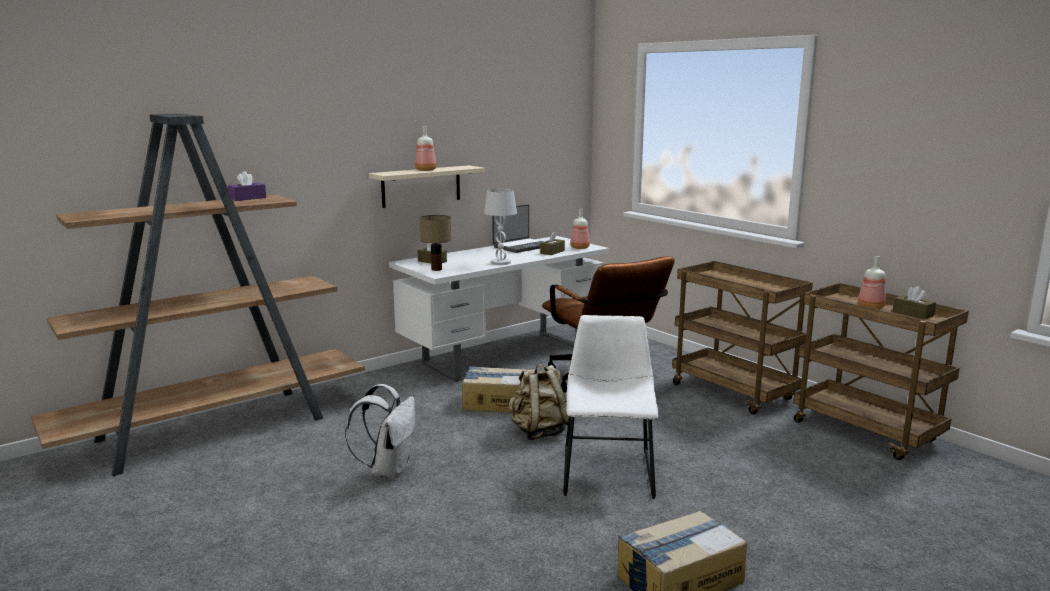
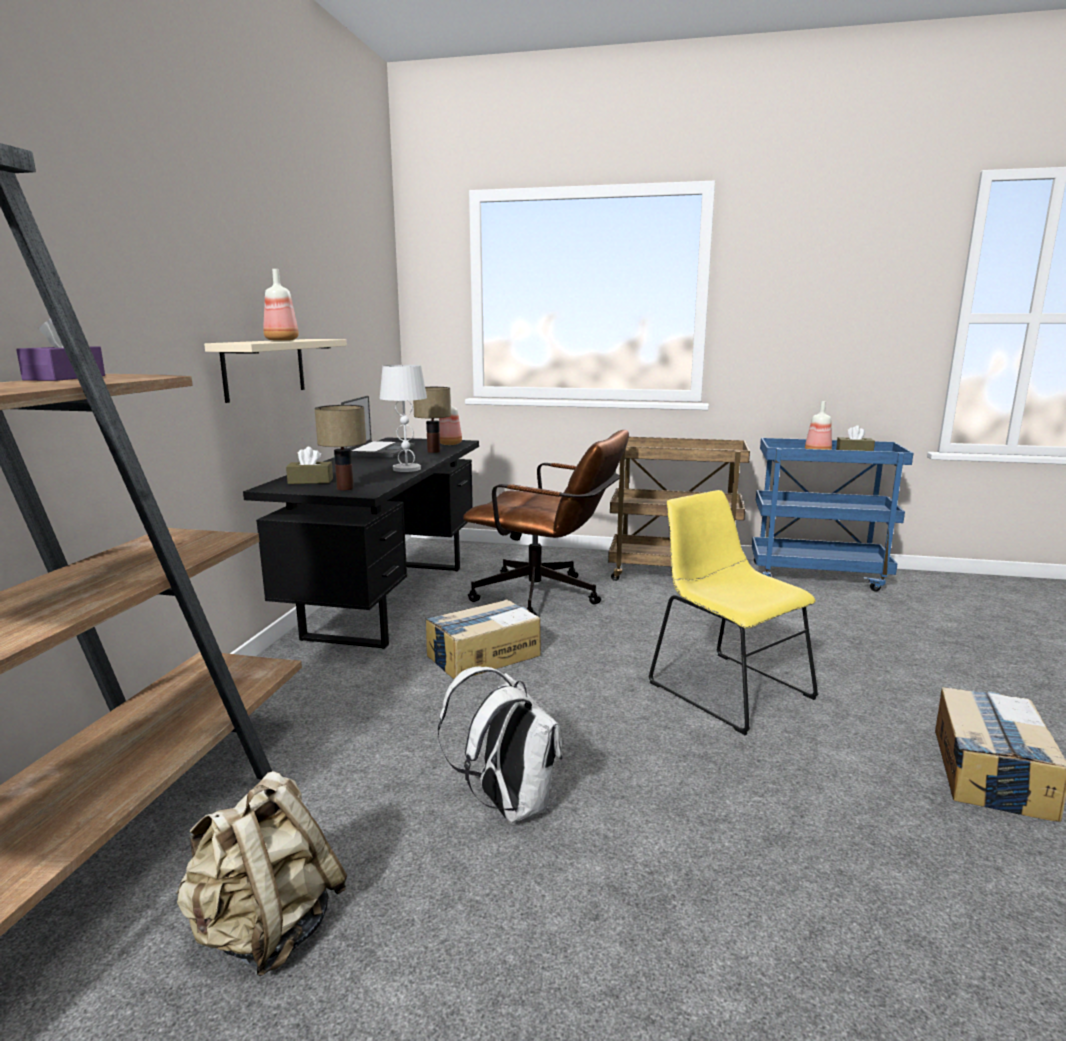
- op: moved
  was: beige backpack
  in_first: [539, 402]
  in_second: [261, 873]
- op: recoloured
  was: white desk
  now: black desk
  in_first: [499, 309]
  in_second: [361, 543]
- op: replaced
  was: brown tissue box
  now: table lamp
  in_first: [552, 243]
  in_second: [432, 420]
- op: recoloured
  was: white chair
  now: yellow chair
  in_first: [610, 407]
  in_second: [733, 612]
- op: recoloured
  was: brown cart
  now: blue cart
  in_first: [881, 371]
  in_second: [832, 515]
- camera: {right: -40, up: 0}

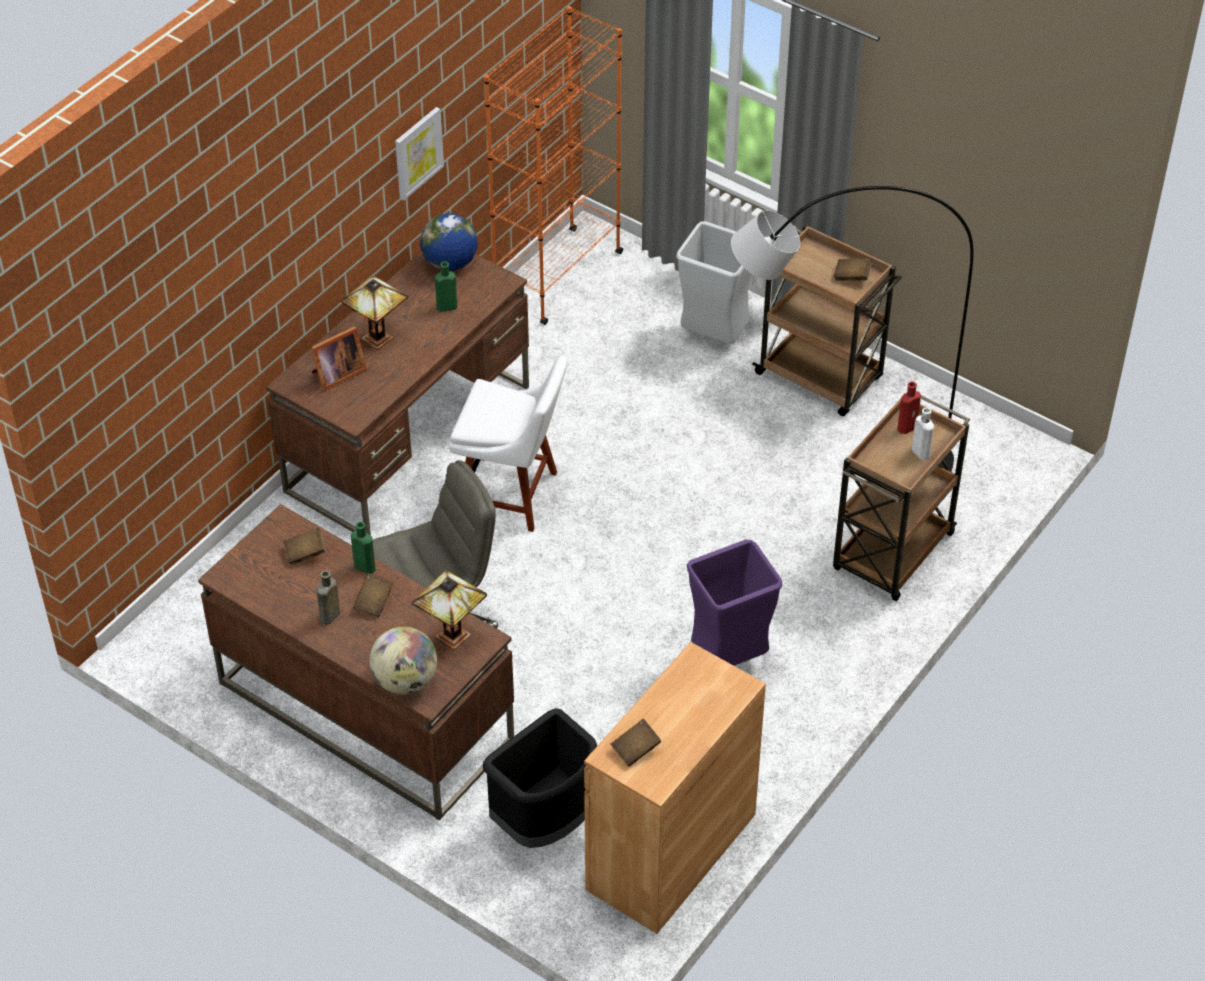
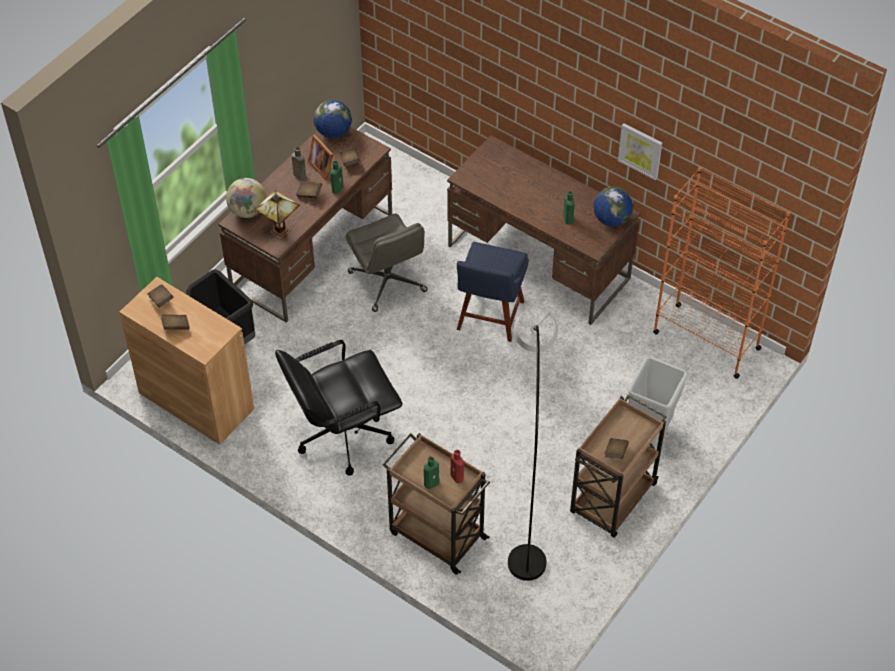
- op: added
  now: brown book
  in_second: [175, 322]
- op: replaced
  was: purple trash can
  now: black office chair
  in_first: [734, 602]
  in_second: [339, 408]
- op: moved
  was: picture frame
  in_first: [339, 358]
  in_second: [320, 157]
- op: added
  now: globe
  in_second: [333, 119]
- op: recoloured
  was: white bottle
  now: green bottle
  in_first: [923, 434]
  in_second: [431, 473]
- op: recoloured
  was: white chair
  now: blue chair
  in_first: [508, 443]
  in_second: [493, 292]
- op: removed
  was: table lamp
  in_first: [374, 313]
- camera: {right: 90, up: 5}

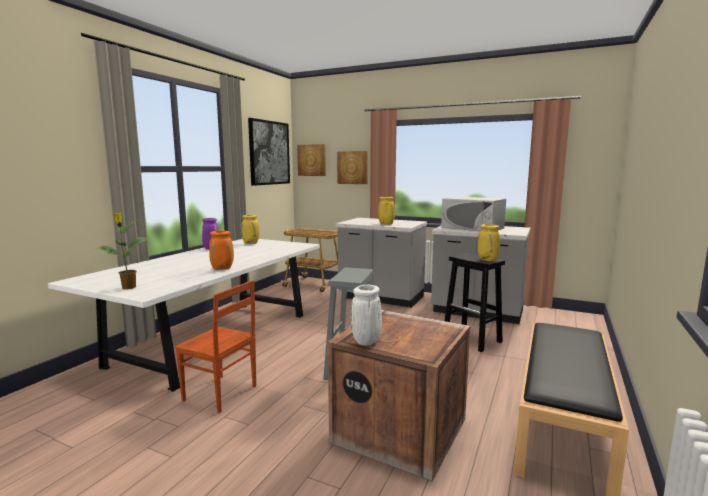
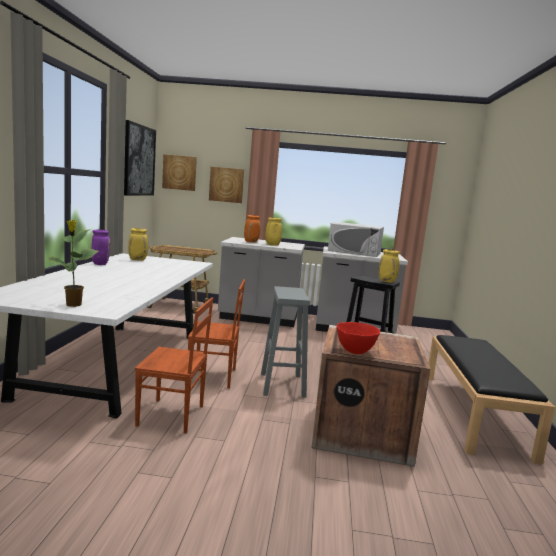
- op: added
  now: brown chair
  in_second: [216, 333]
- op: moved
  was: orange vase
  in_first: [221, 250]
  in_second: [252, 228]
- op: replaced
  was: white vase
  now: red bowl
  in_first: [366, 315]
  in_second: [358, 338]
- camera: {right: -20, up: 0}

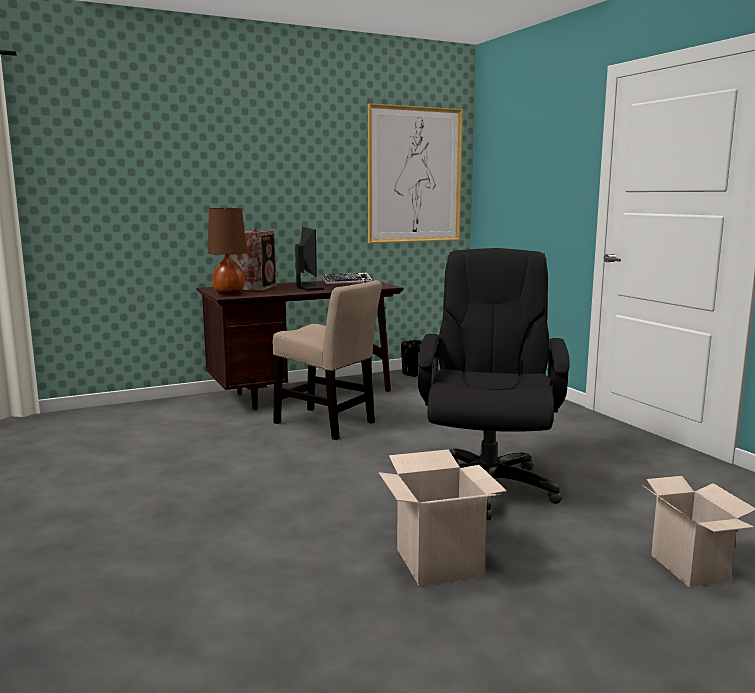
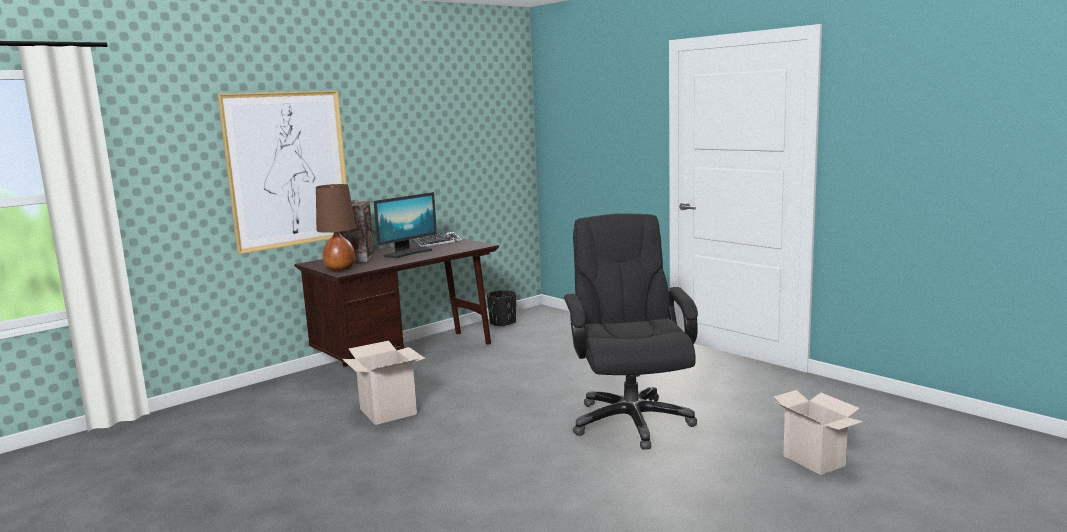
- op: moved
  was: picture
  in_first: [415, 173]
  in_second: [282, 172]
- op: moved
  was: cardboard box
  in_first: [443, 518]
  in_second: [384, 383]
- op: turned
  was: monitor
  in_first: [309, 258]
  in_second: [405, 225]
  clockwise: 75
- op: removed
  was: beige chair
  in_first: [327, 360]
- camera: {right: -15, up: 0}

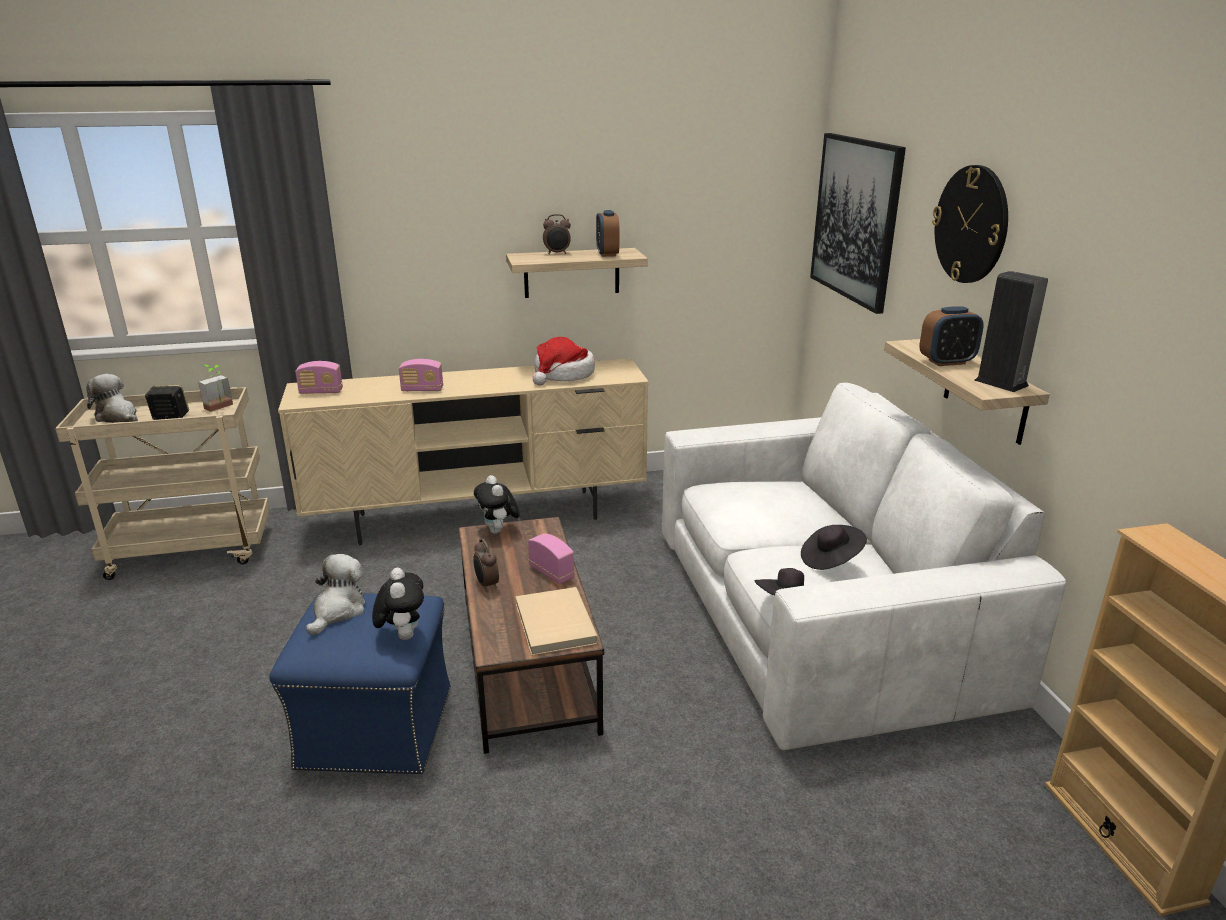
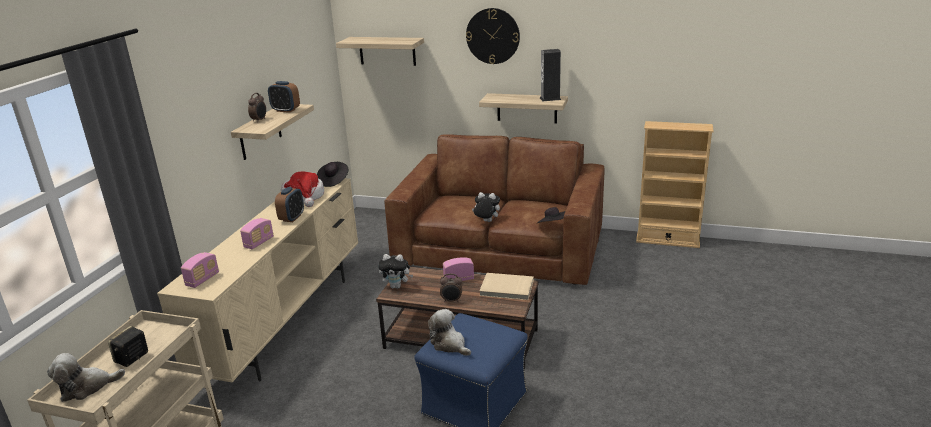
- op: moved
  was: alarm clock
  in_first: [951, 336]
  in_second: [289, 204]
- op: moved
  was: black hat
  in_first: [834, 547]
  in_second: [332, 174]
- op: replaced
  was: picture
  now: shelf
  in_first: [858, 223]
  in_second: [380, 51]
- op: recoloured
  was: white sofa
  now: brown sofa
  in_first: [864, 566]
  in_second: [494, 209]
- op: moved
  was: plush toy
  in_first: [398, 604]
  in_second: [486, 207]
- op: removed
  was: potted plant
  in_first: [215, 388]
- camera: {right: -60, up: 0}

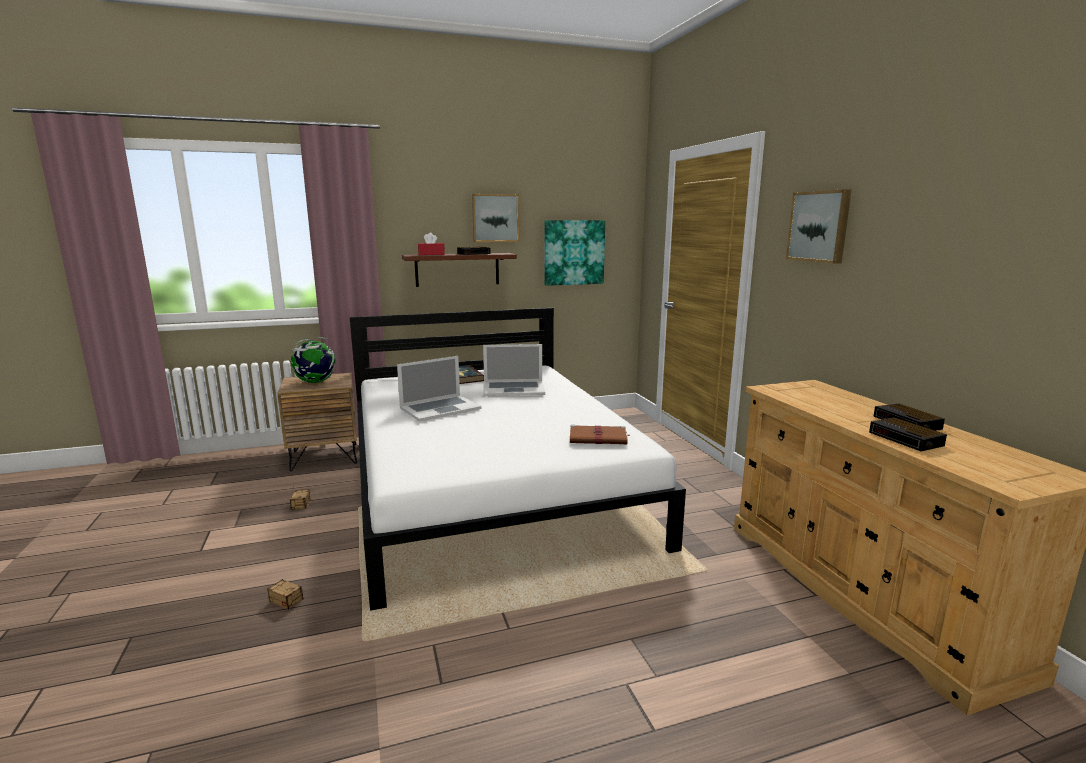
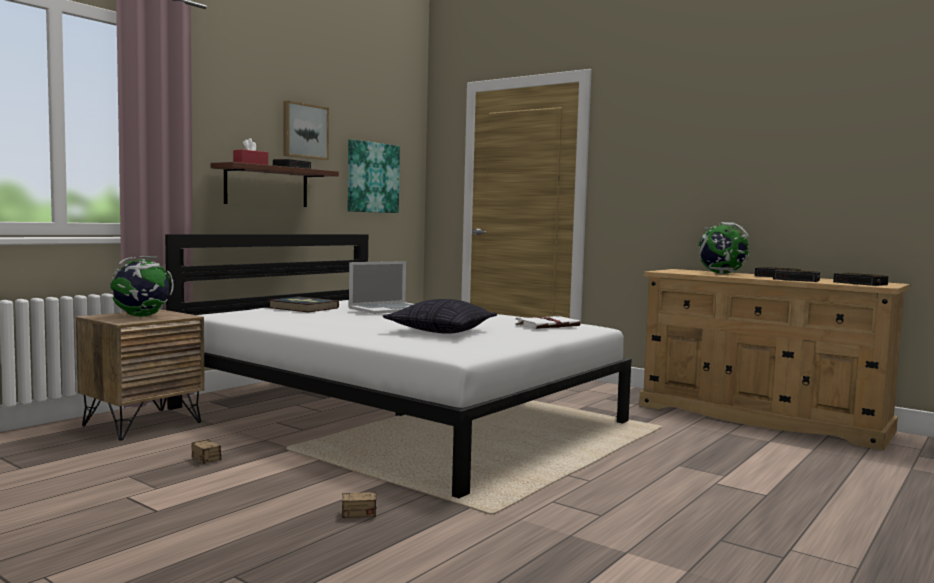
- op: added
  now: pillow
  in_second: [440, 316]
- op: recoloured
  was: brown book
  now: white book
  in_first: [600, 434]
  in_second: [548, 322]
- op: added
  now: globe
  in_second: [723, 248]
- op: added
  now: alarm clock
  in_second: [860, 279]
- op: removed
  was: laptop
  in_first: [439, 388]
- op: removed
  was: picture
  in_first: [819, 226]
- camera: {right: -35, up: -10}

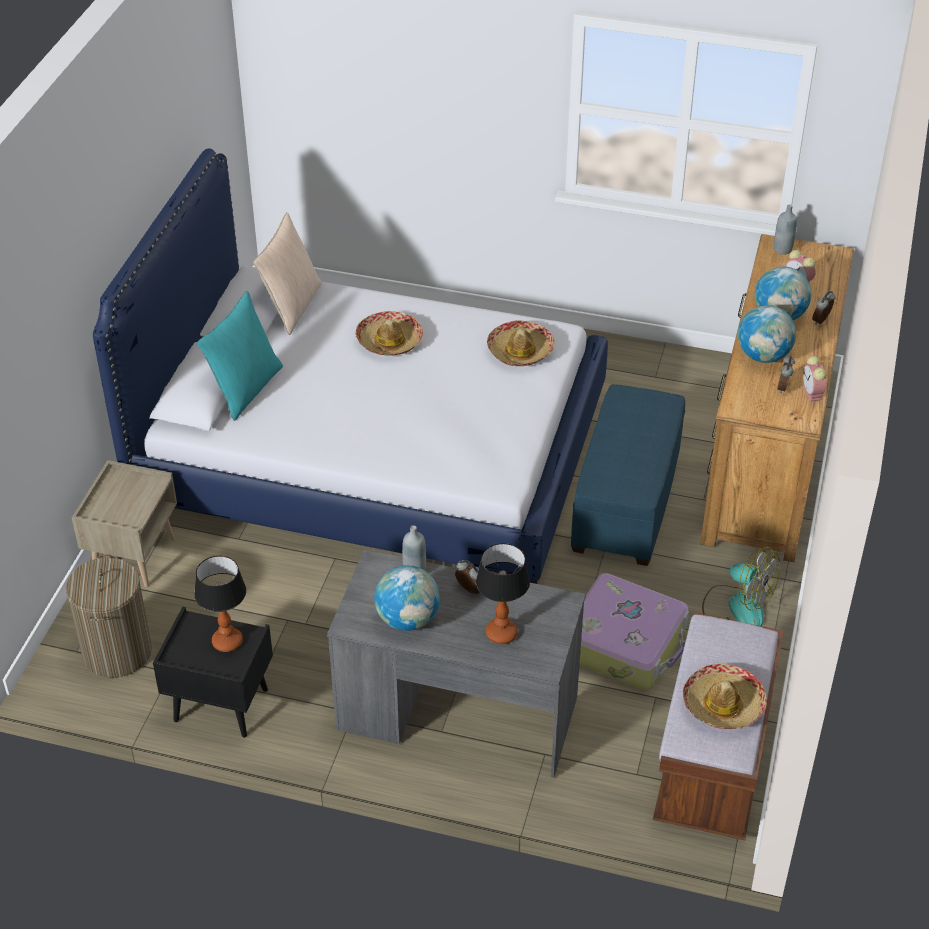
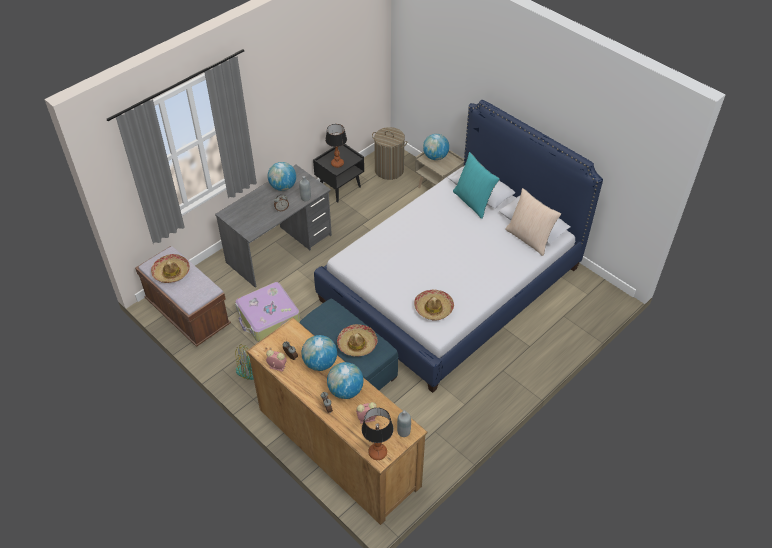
- op: moved
  was: hat
  in_first: [389, 333]
  in_second: [357, 340]
- op: moved
  was: table lamp
  in_first: [503, 593]
  in_second: [378, 434]
- op: added
  now: globe
  in_second: [436, 147]
- camera: {right: 120, up: 5}

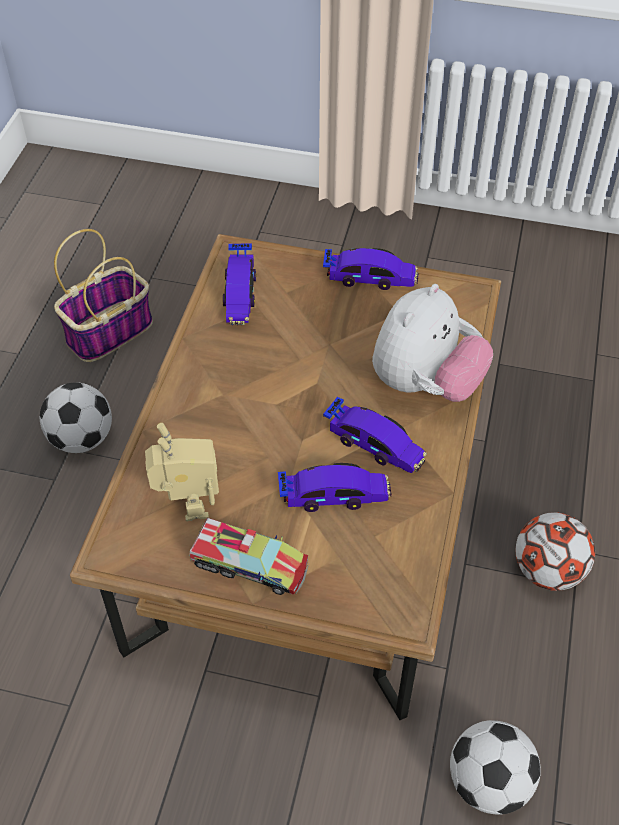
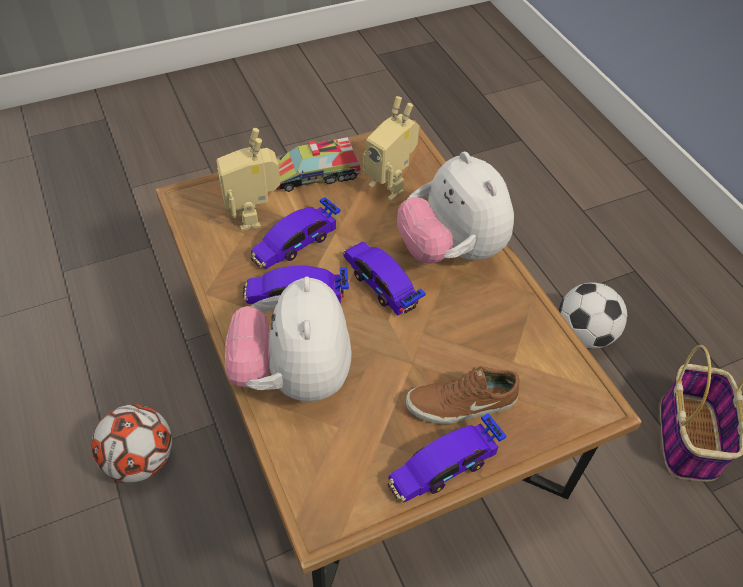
- op: added
  now: toy robot
  in_second: [248, 179]
- op: moved
  was: toy car
  in_first: [239, 284]
  in_second: [384, 278]
- op: added
  now: plush toy
  in_second: [455, 207]
- op: added
  now: brown shoe
  in_second: [462, 395]
- op: removed
  was: football
  in_first: [495, 767]
- camera: {right: 140, up: 0}

